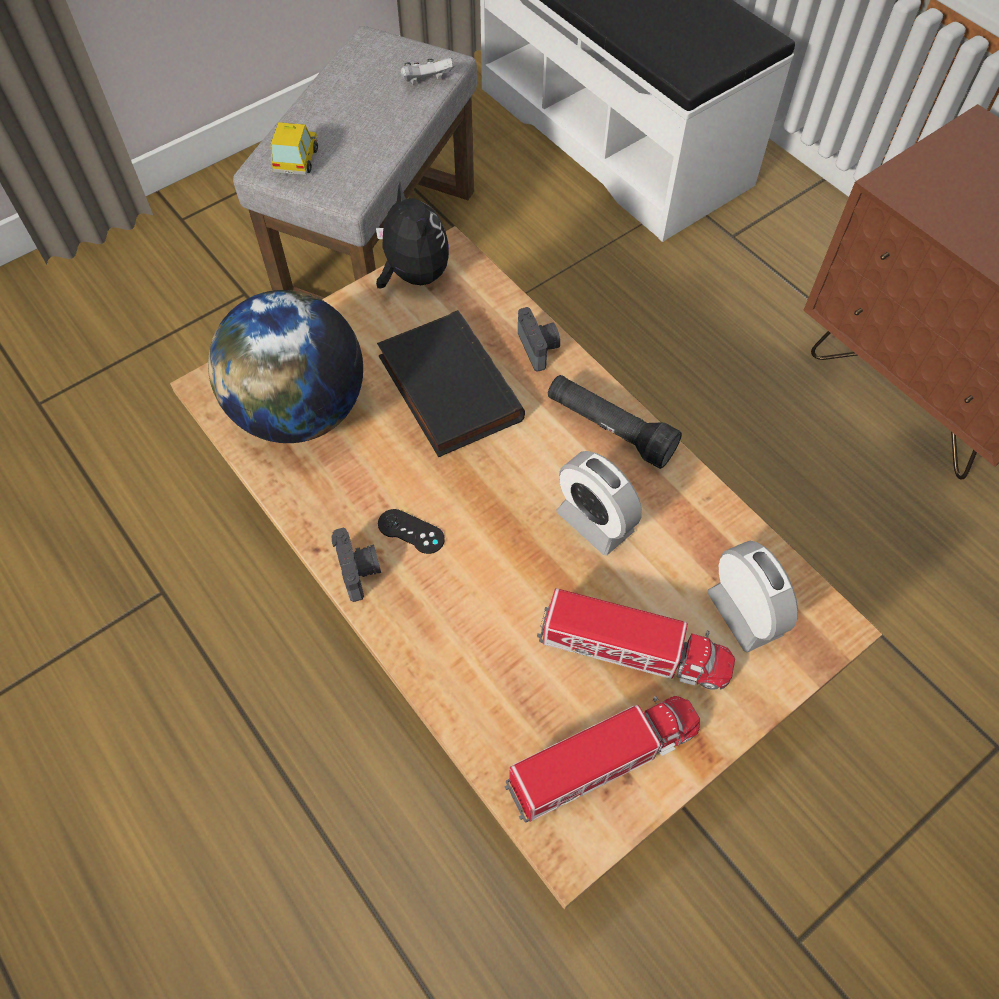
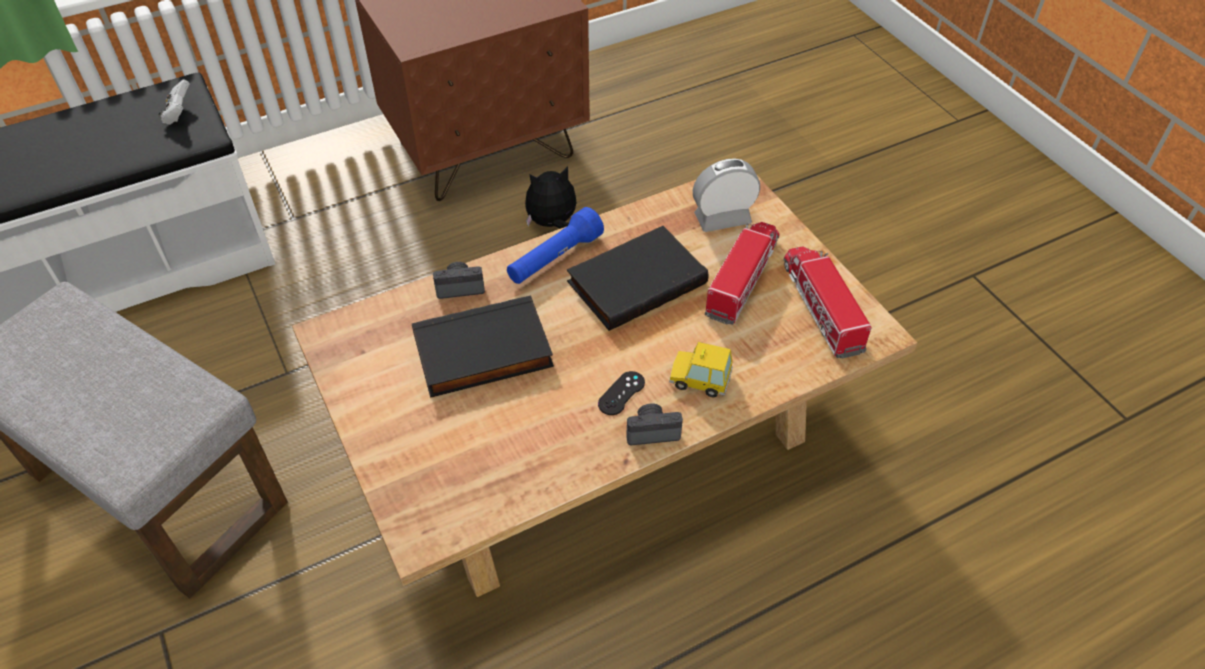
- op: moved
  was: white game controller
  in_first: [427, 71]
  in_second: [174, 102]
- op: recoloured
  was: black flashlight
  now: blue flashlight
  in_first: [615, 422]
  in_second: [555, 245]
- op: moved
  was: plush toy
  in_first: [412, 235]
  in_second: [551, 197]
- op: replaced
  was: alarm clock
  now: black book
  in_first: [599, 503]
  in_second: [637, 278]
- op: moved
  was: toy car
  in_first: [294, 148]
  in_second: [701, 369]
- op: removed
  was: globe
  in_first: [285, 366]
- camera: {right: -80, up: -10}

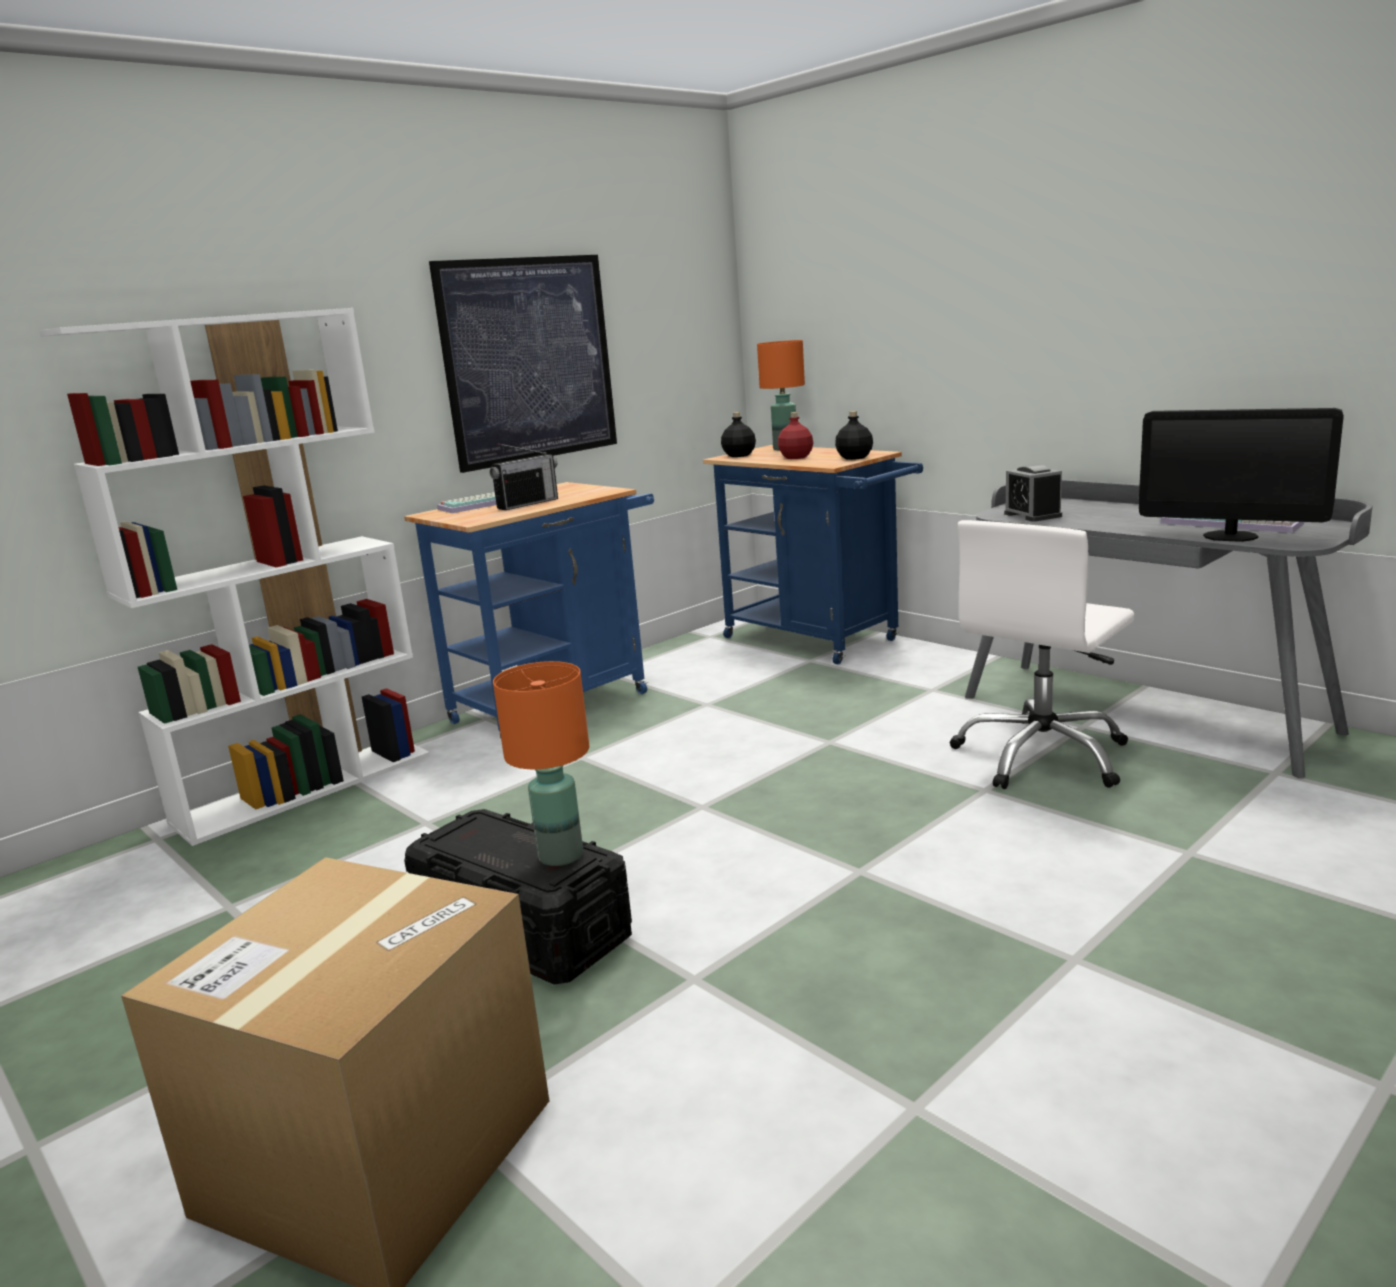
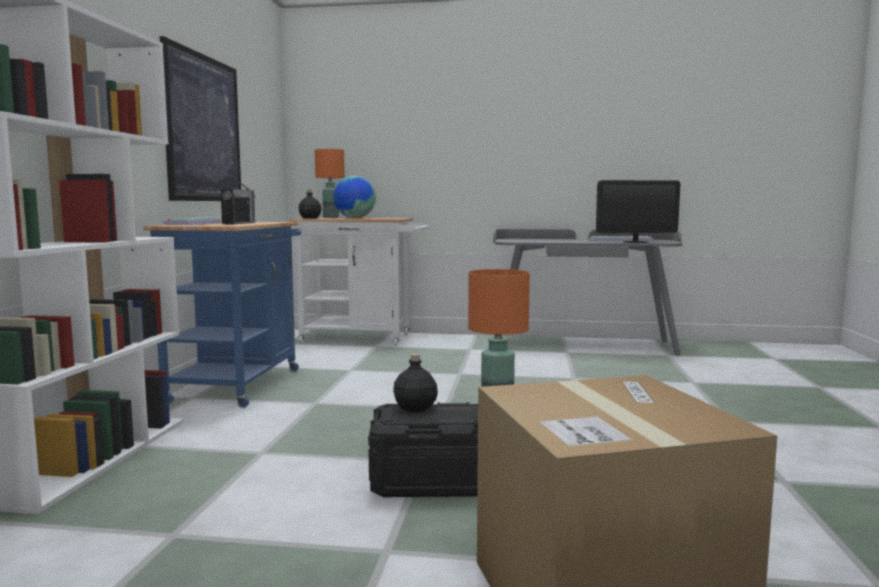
- op: recoloured
  was: blue cart
  now: white cart
  in_first: [813, 554]
  in_second: [359, 282]
- op: replaced
  was: red bottle
  now: globe
  in_first: [795, 435]
  in_second: [354, 196]
- op: moved
  was: black bottle
  in_first: [854, 435]
  in_second: [415, 382]
- op: removed
  was: white office chair
  in_first: [1042, 654]
- op: removed
  was: alarm clock
  in_first: [1033, 493]
- camera: {right: -40, up: -10}

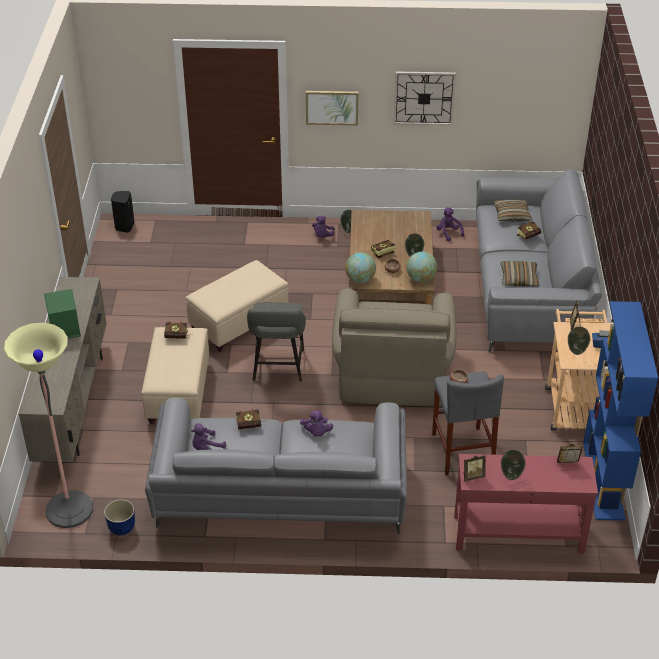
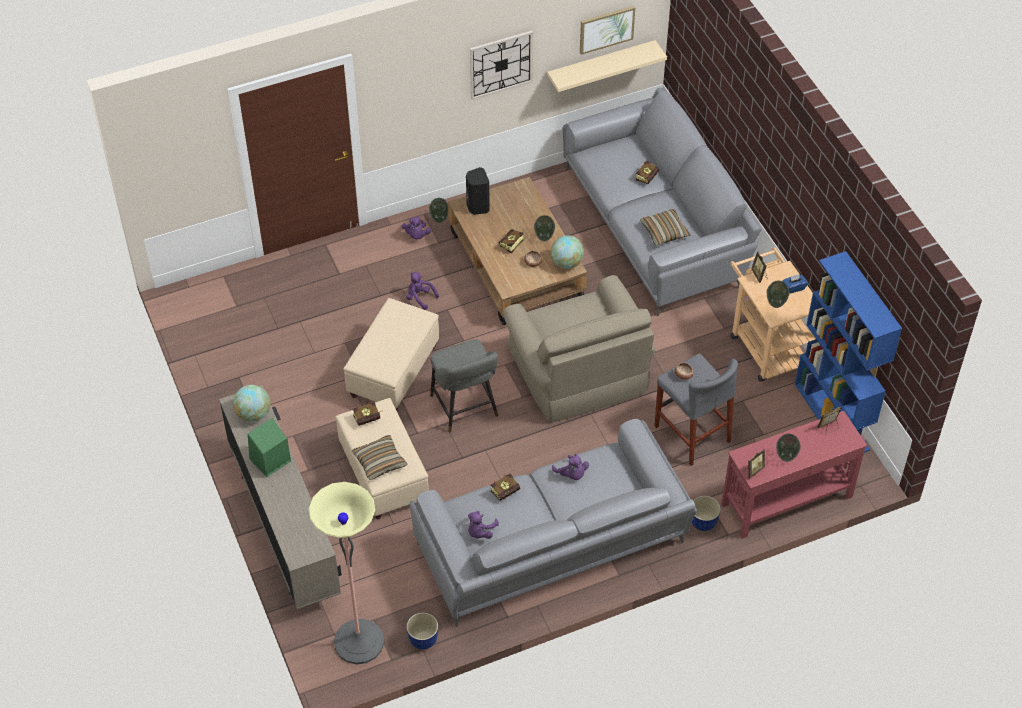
- op: moved
  was: globe
  in_first: [360, 267]
  in_second: [251, 403]
- op: moved
  was: pillow
  in_first: [512, 210]
  in_second: [380, 457]
- op: moved
  was: purple plush toy
  in_first: [450, 224]
  in_second: [422, 291]
- op: moved
  was: black speaker
  in_first: [122, 212]
  in_second: [478, 191]
- op: added
  now: beige shelf
  in_second: [607, 66]
- op: moved
  was: picture
  in_first: [332, 108]
  in_second: [607, 30]
- op: added
  now: planter
  in_second: [706, 513]
- camera: {right: -25, up: 10}

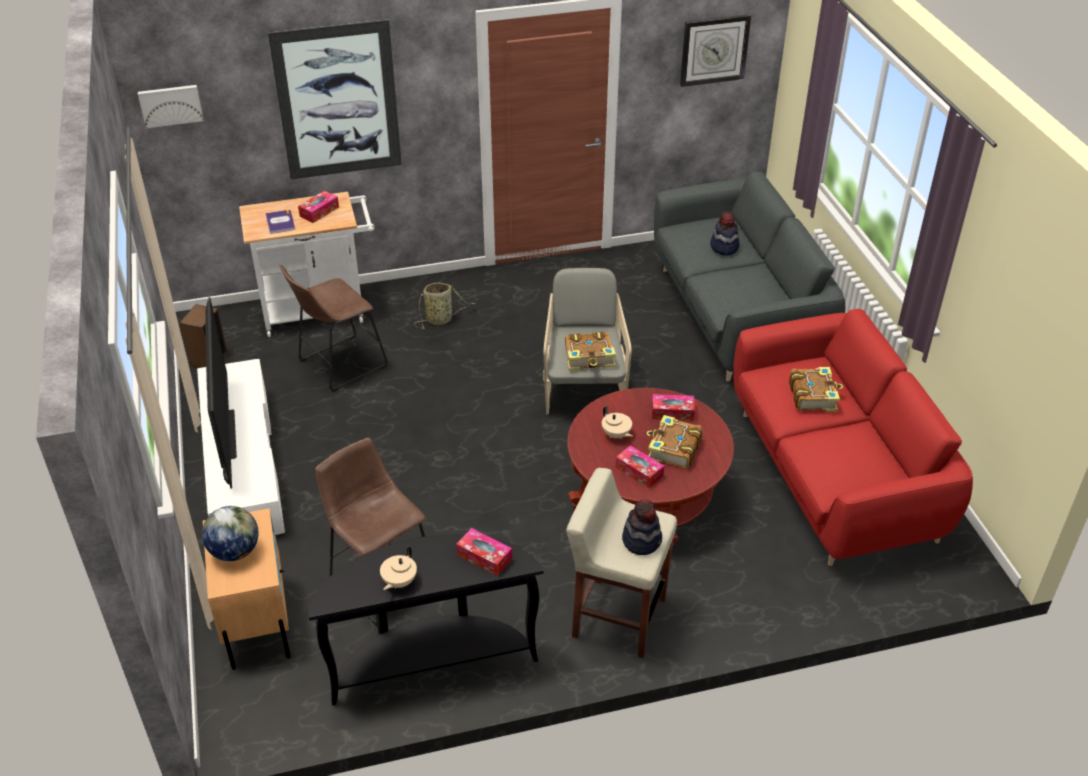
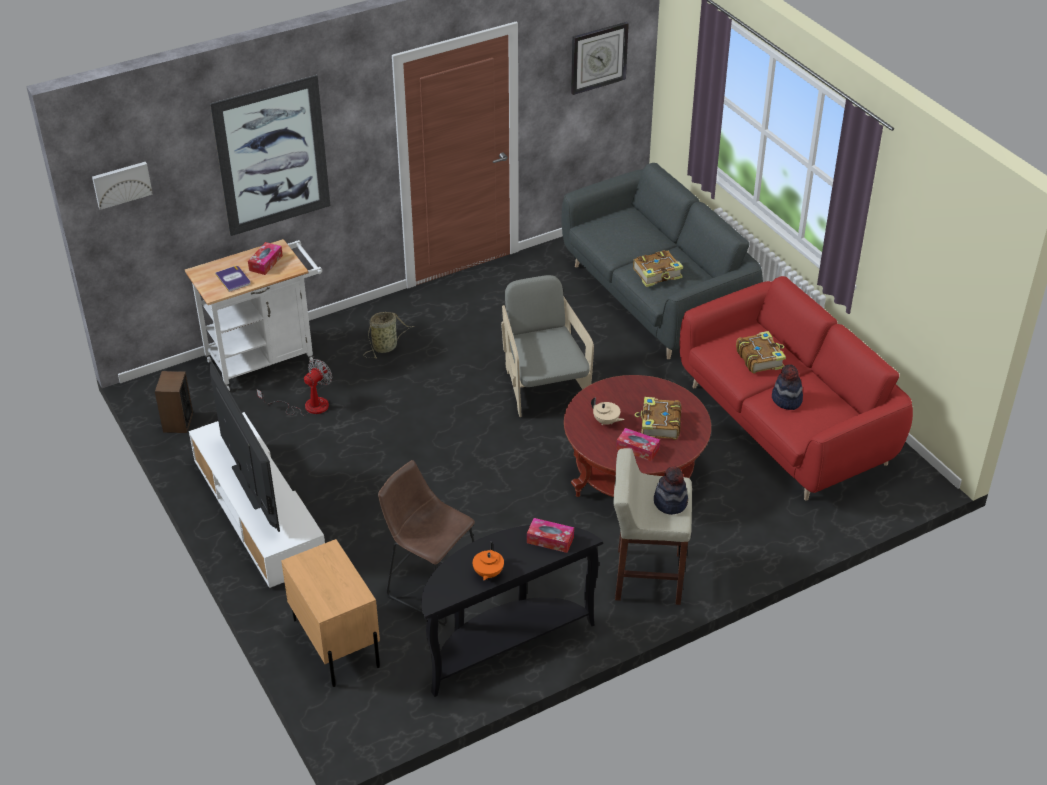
- op: replaced
  was: brown stool
  now: fan
  in_first: [334, 328]
  in_second: [294, 387]
- op: recoloured
  was: beige teapot
  now: orange teapot
  in_first: [398, 568]
  in_second: [488, 561]
- op: moved
  was: book
  in_first: [590, 351]
  in_second: [658, 268]
- op: moved
  was: hat
  in_first: [724, 233]
  in_second: [787, 387]
- op: removed
  was: globe
  in_first: [230, 533]
- op: removed
  was: tissue box
  in_first: [673, 407]
- camera: {right: -15, up: 0}

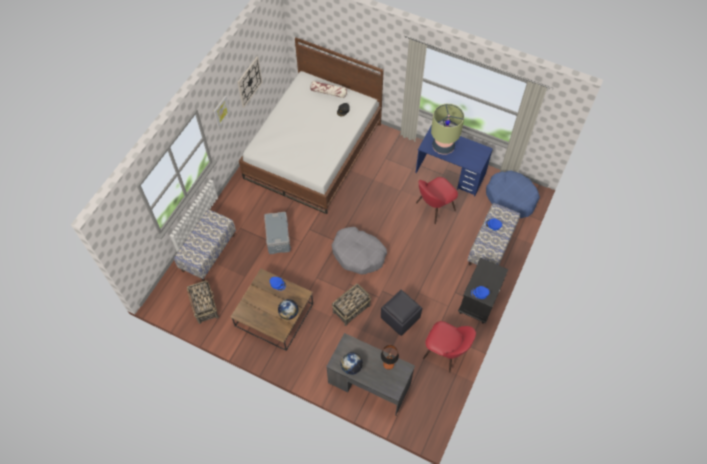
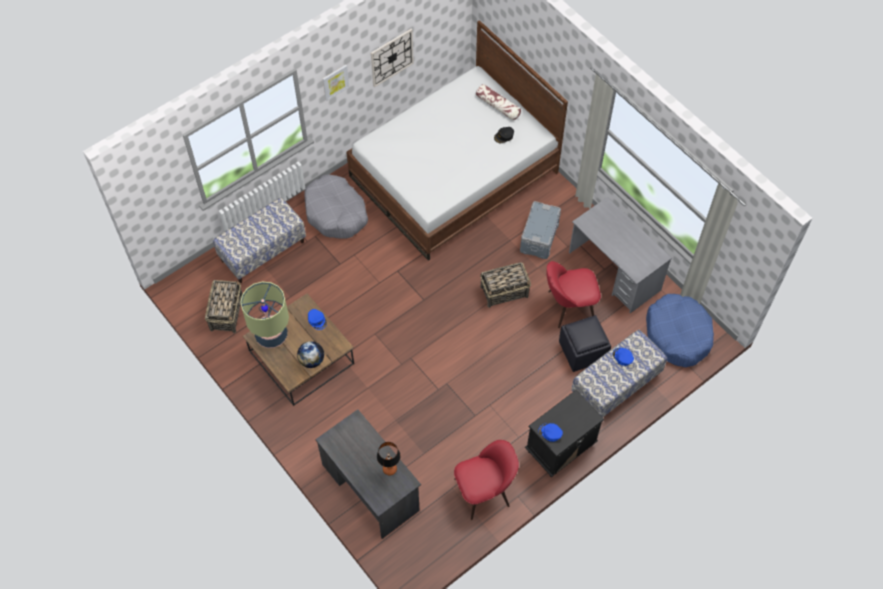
- op: moved
  was: table lamp
  in_first: [447, 129]
  in_second: [264, 315]
- op: moved
  was: grey dog bed
  in_first: [359, 250]
  in_second: [336, 207]
- op: turned
  was: red chair
  in_first: [449, 347]
  in_second: [486, 480]
  clockwise: -75
- op: moved
  was: basket
  in_first: [351, 305]
  in_second: [505, 285]
- op: moved
  was: grey storage box
  in_first: [277, 233]
  in_second: [540, 230]
- op: moved
  was: black ottoman
  in_first: [401, 312]
  in_second: [585, 343]
- op: recoloured
  was: blue desk
  now: grey desk
  in_first: [454, 161]
  in_second: [620, 255]
- op: removed
  was: globe
  in_first: [352, 363]
- camera: {right: 25, up: 0}

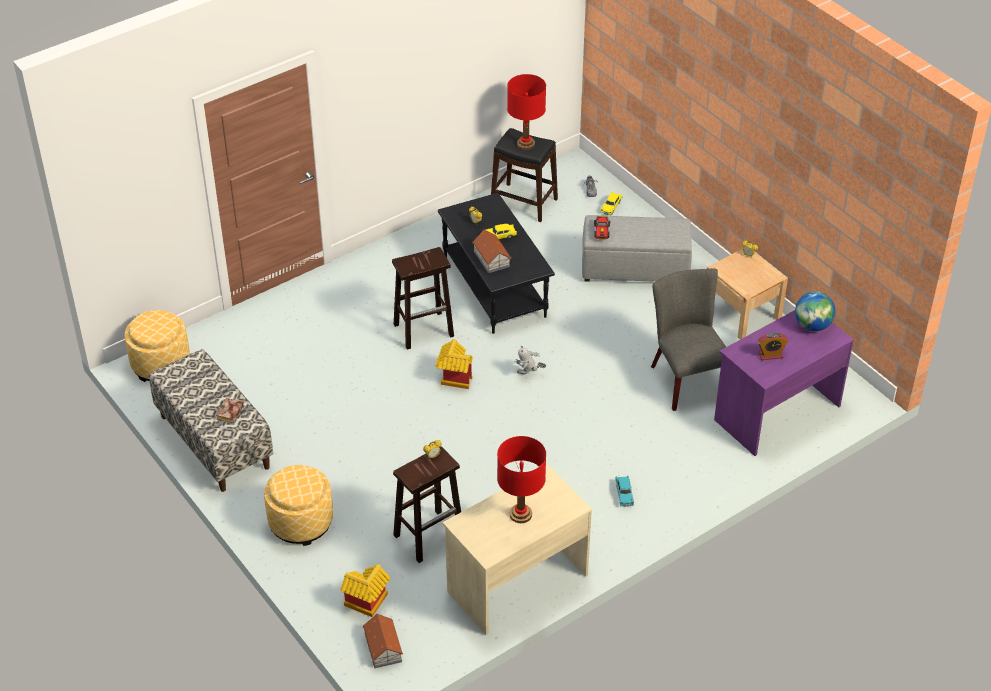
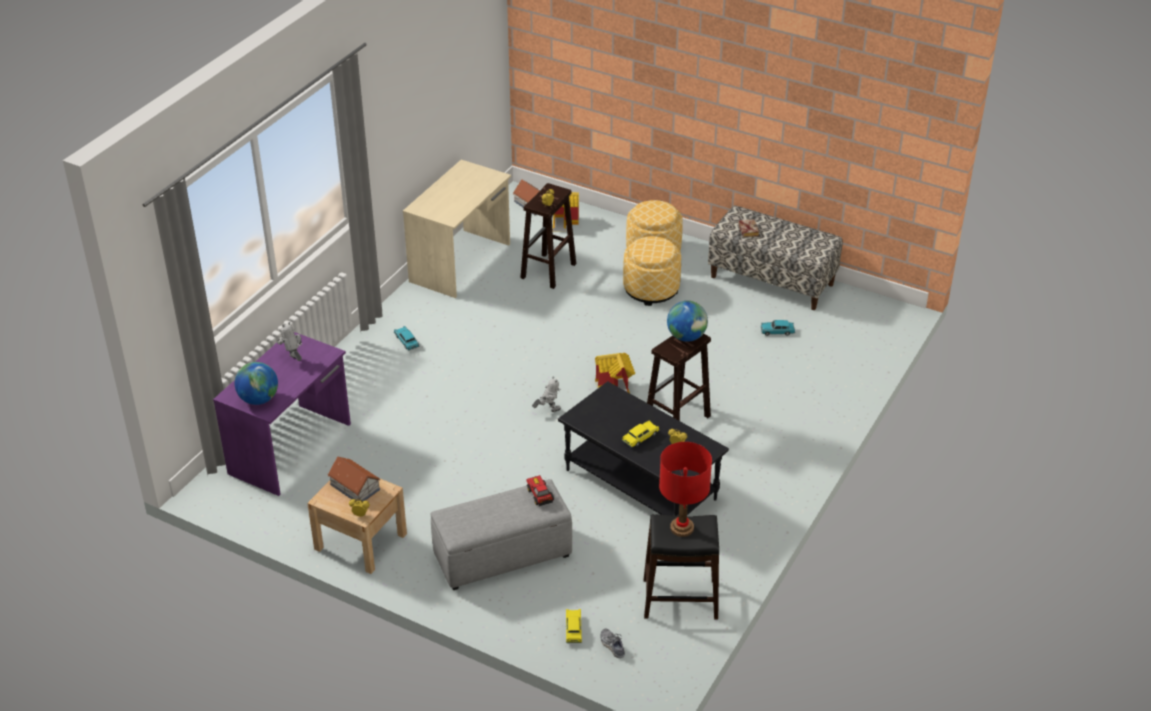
- op: replaced
  was: alarm clock
  now: toy robot
  in_first: [773, 346]
  in_second: [289, 341]
- op: moved
  was: toy house
  in_first: [491, 251]
  in_second: [353, 478]
- op: moved
  was: ottoman
  in_first: [157, 346]
  in_second: [652, 271]
- op: added
  now: globe
  in_second: [687, 321]
- op: added
  now: turquoise toy car
  in_second: [778, 328]
- op: removed
  was: red table lamp
  in_first: [521, 479]
- op: removed
  was: grey chair
  in_first: [688, 339]
- camera: {right: 155, up: -5}

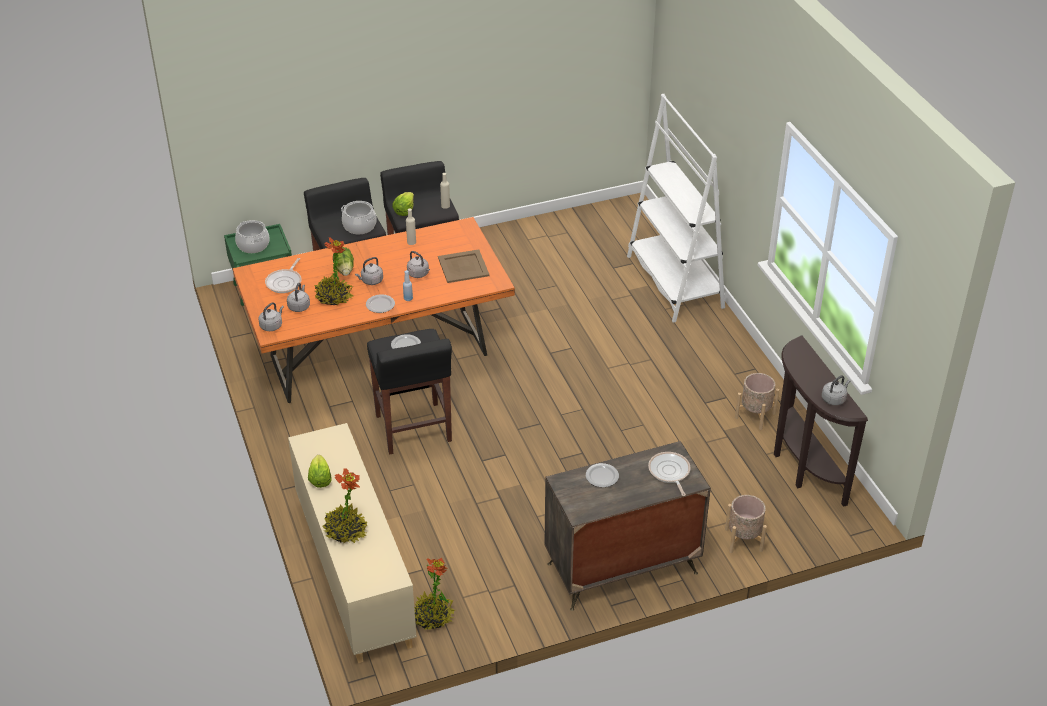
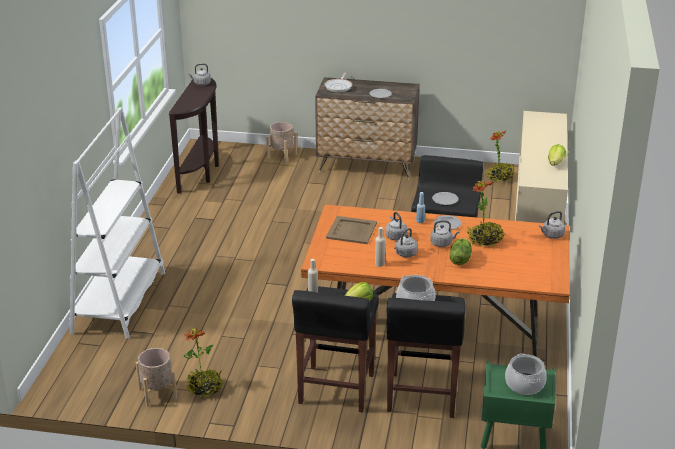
- op: moved
  was: beige planter
  in_first: [757, 401]
  in_second: [156, 377]
- op: moved
  was: potted plant
  in_first: [344, 505]
  in_second: [203, 363]
- op: moved
  was: grey kettle
  in_first: [298, 297]
  in_second: [406, 242]
- op: removed
  was: frying pan
  in_first: [283, 275]
- camera: {right: -150, up: -10}

